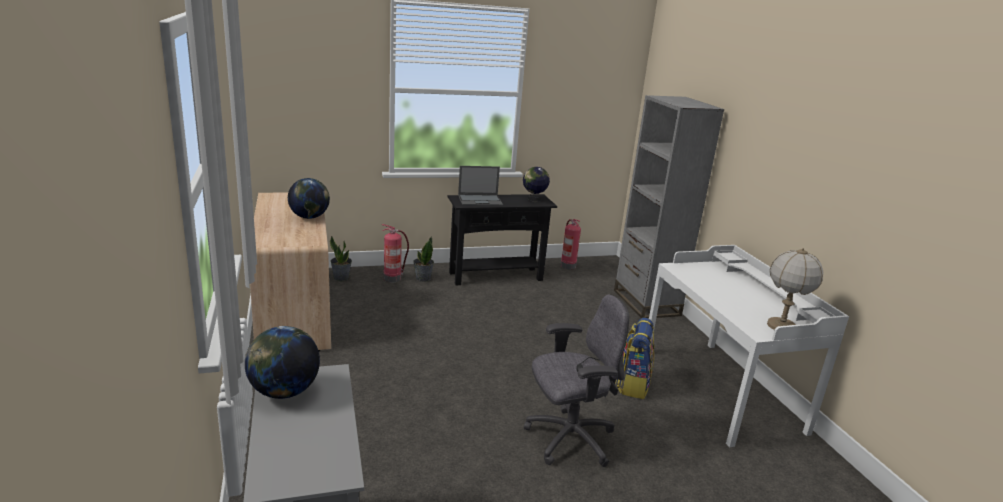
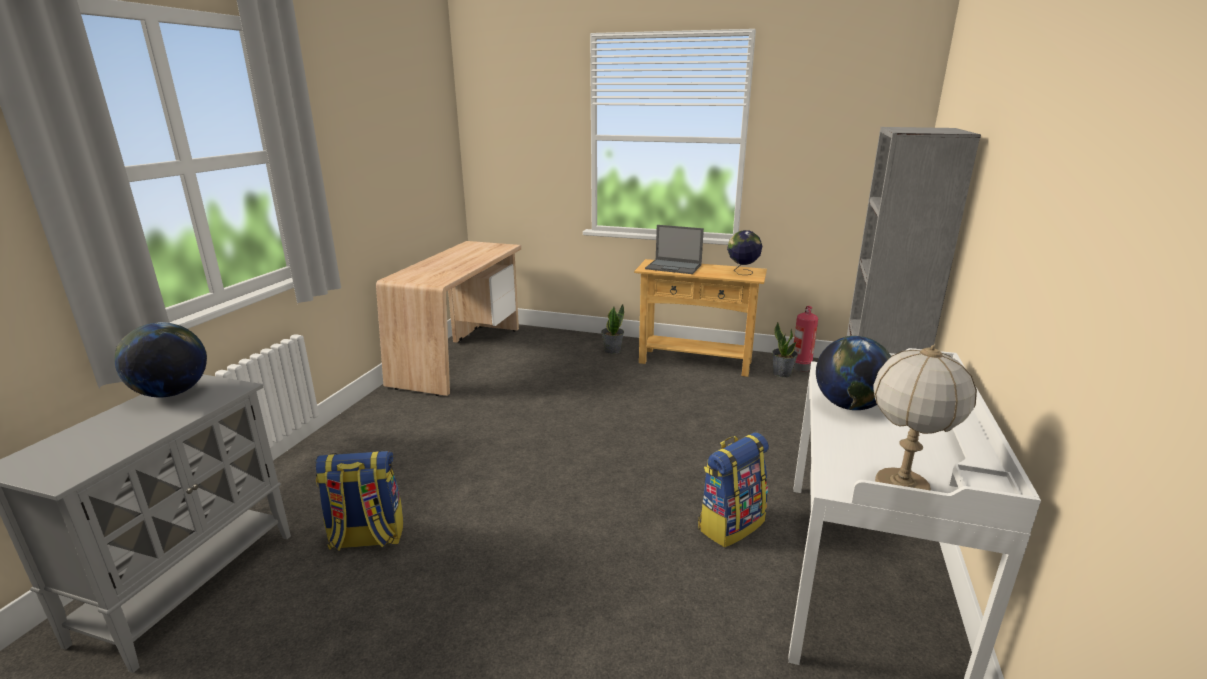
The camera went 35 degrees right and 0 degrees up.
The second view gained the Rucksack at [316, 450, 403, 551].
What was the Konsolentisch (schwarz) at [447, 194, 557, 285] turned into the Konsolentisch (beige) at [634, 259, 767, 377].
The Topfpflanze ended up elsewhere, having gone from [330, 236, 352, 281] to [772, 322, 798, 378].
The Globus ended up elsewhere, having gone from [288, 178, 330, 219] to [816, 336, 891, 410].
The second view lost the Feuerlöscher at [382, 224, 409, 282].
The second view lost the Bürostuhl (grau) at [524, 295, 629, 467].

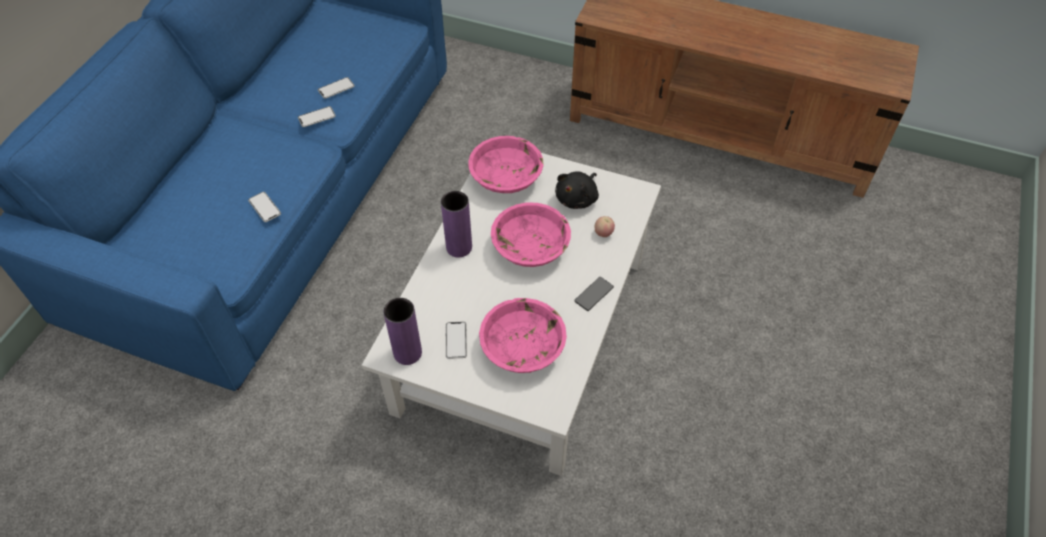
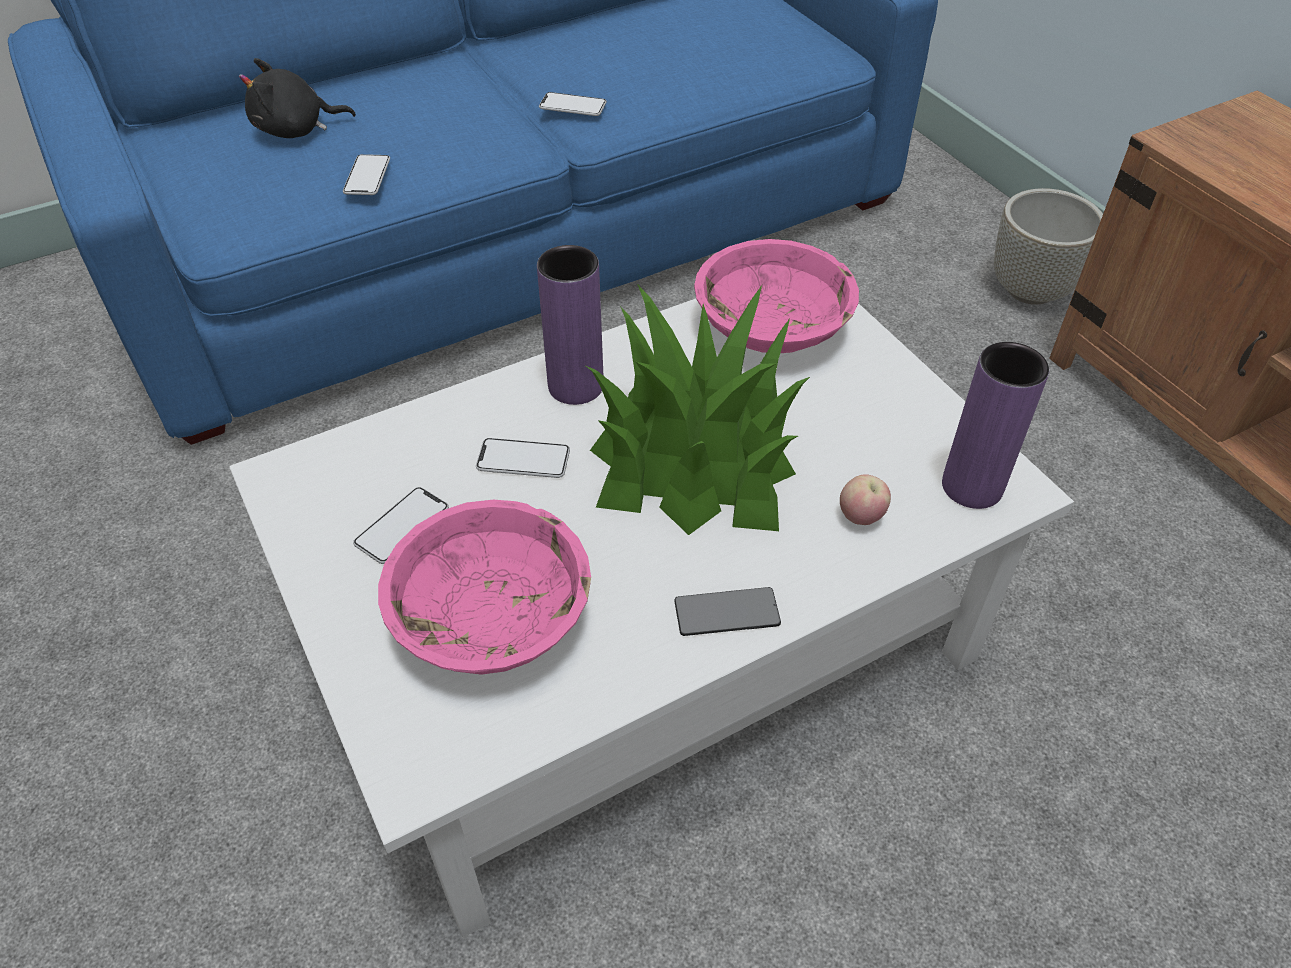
The camera went 40 degrees right and 5 degrees down.
The Plüschtier (schwarz) ended up elsewhere, having gone from [555, 171, 599, 209] to [239, 58, 356, 138].
The Handy ended up elsewhere, having gone from [318, 77, 355, 99] to [476, 438, 570, 478].
Where the Schüssel (rosa) stood at [491, 202, 571, 267], the Topfpflanze came to stand at [586, 284, 810, 535].
The Vase (lila) ended up elsewhere, having gone from [383, 298, 422, 365] to [942, 342, 1049, 509].
The second view gained the Pflanzkübel (grau) at [994, 188, 1103, 305].

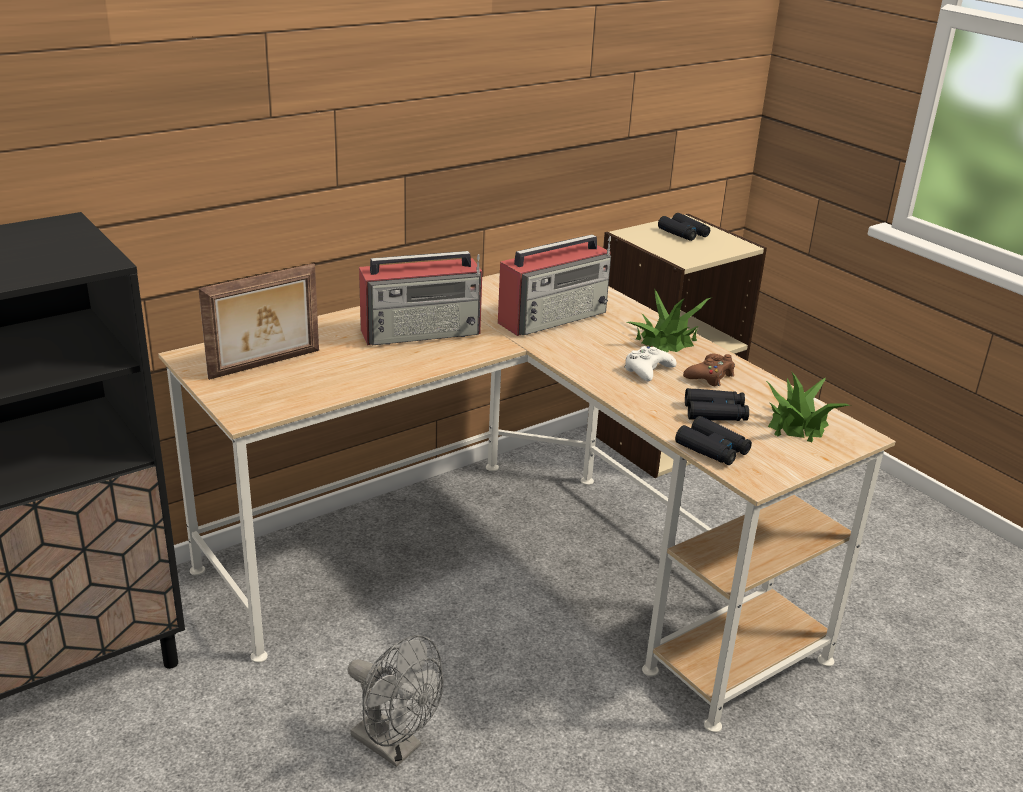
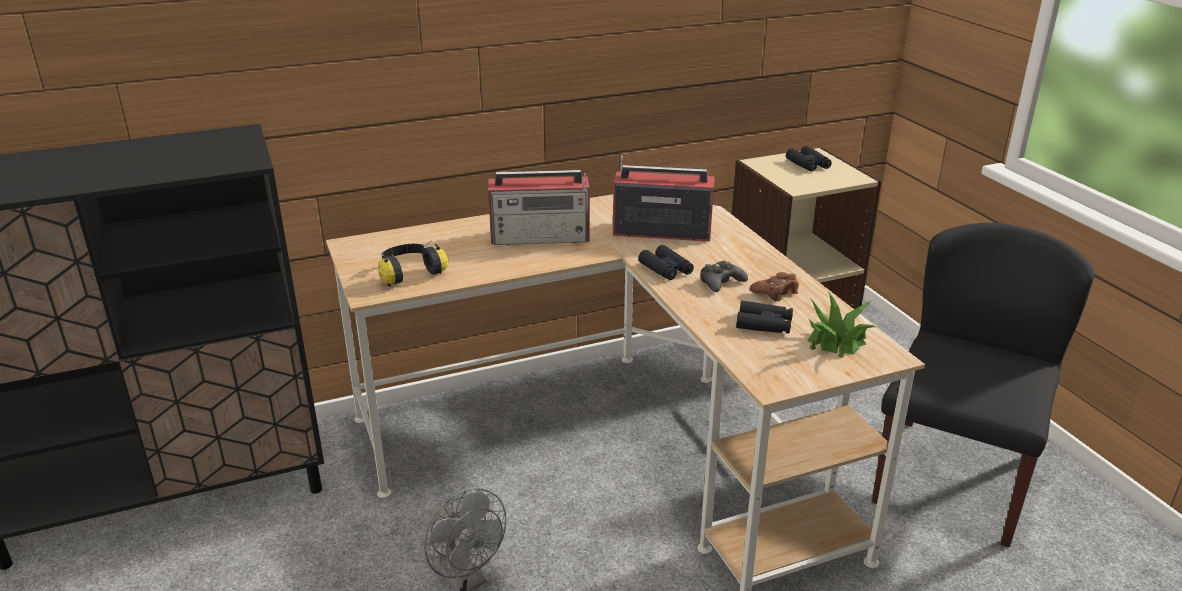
The camera went 15 degrees right and 0 degrees up.
The second view gained the Kopfhörer at [379, 241, 449, 287].
The Radio at [498, 234, 611, 336] ended up facing another way, 150 degrees counterclockwise from before.
The Fernglas (schwarz) ended up elsewhere, having gone from [675, 416, 752, 465] to [638, 245, 694, 280].
What was the Gamepad (weiß) at [625, 345, 676, 381] turned into the Gamepad (schwarz) at [700, 261, 748, 292].
The second view gained the Stuhl (schwarz) at [872, 223, 1095, 548].
The second view lost the Bilderrahmen at [198, 263, 319, 380].
The second view lost the Topfpflanze at [626, 290, 712, 352].

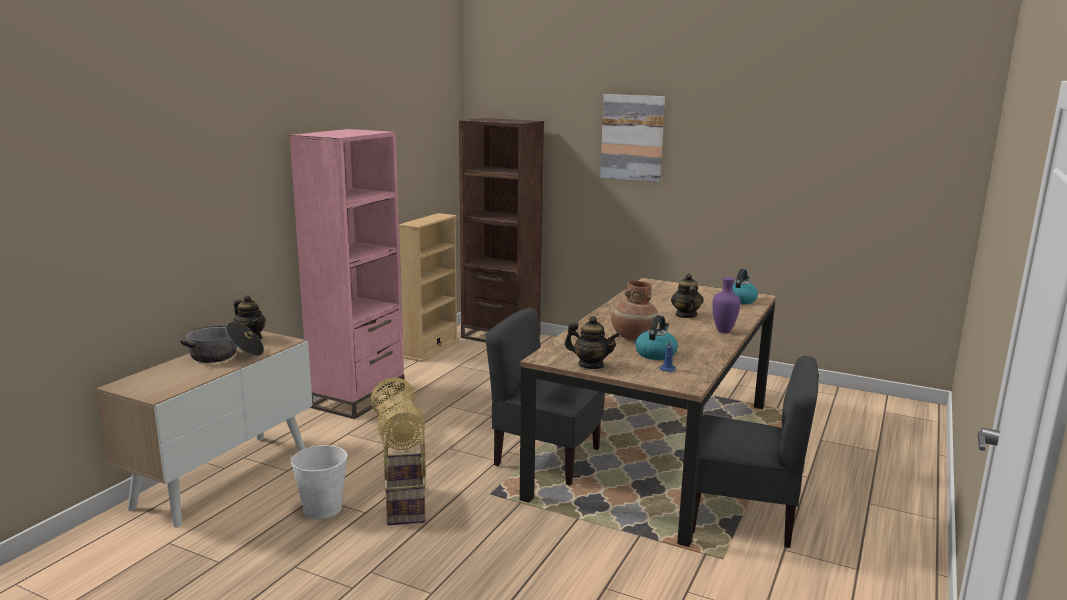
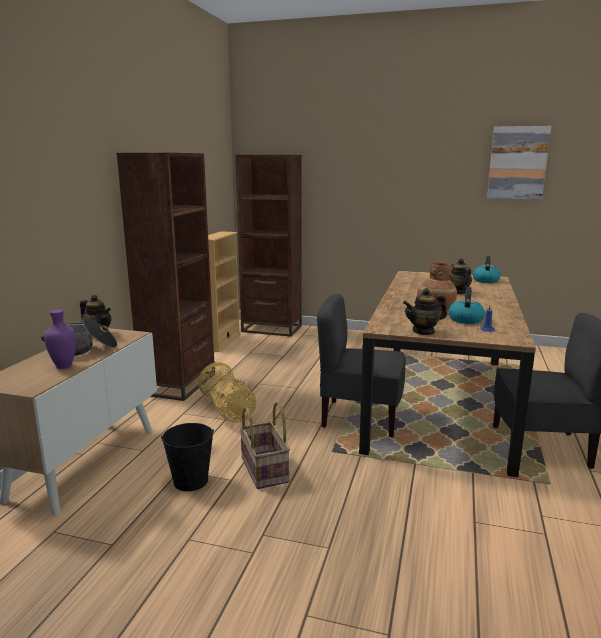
The camera went 10 degrees left and 0 degrees up.
The Vase (lila) ended up elsewhere, having gone from [712, 277, 741, 333] to [44, 310, 76, 369].
What was the Bücherregal (rosa) at [289, 129, 405, 419] turned into the Bücherregal (braun) at [116, 153, 215, 401].
What was the Eimer (weiß) at [290, 445, 348, 519] turned into the Eimer (schwarz) at [161, 423, 214, 491].
The Teekanne at [565, 316, 619, 369] ended up facing another way, 150 degrees clockwise from before.
The Bild ended up elsewhere, having gone from [600, 94, 665, 182] to [487, 126, 551, 200].

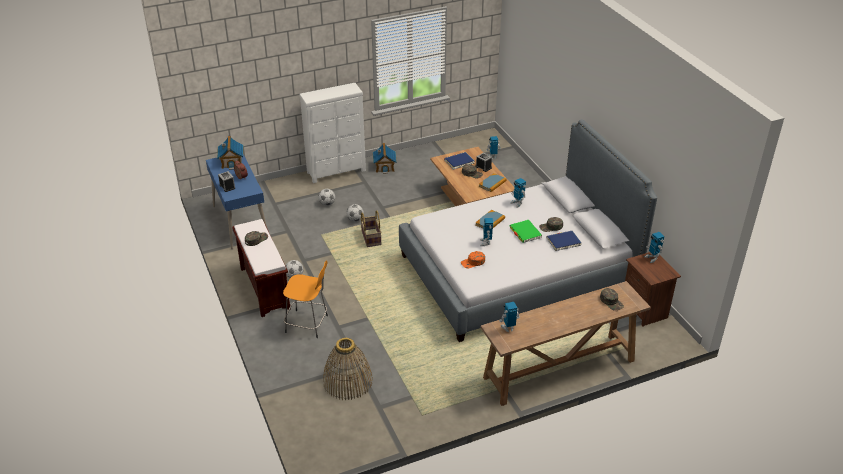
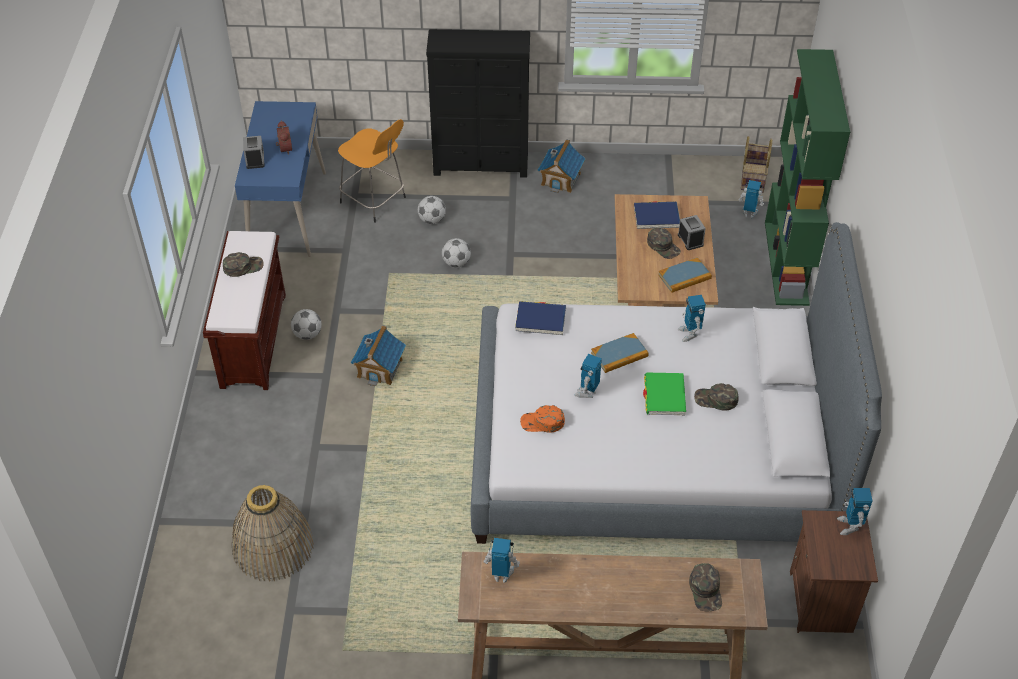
The camera went 25 degrees right and 10 degrees up.
The Hocker (orange) ended up elsewhere, having gone from [283, 260, 328, 338] to [338, 119, 406, 223].
The Spielzeughaus ended up elsewhere, having gone from [217, 136, 243, 170] to [351, 325, 406, 386].
What was the Kommode (weiß) at [299, 83, 366, 183] turned into the Kommode (schwarz) at [426, 29, 530, 178].
The Buch (blau) ended up elsewhere, having gone from [547, 231, 582, 251] to [515, 301, 566, 335].
The Korb ended up elsewhere, having gone from [360, 210, 381, 247] to [741, 136, 772, 193].
The second view gained the Bücherregal (grün) at [765, 49, 850, 306].

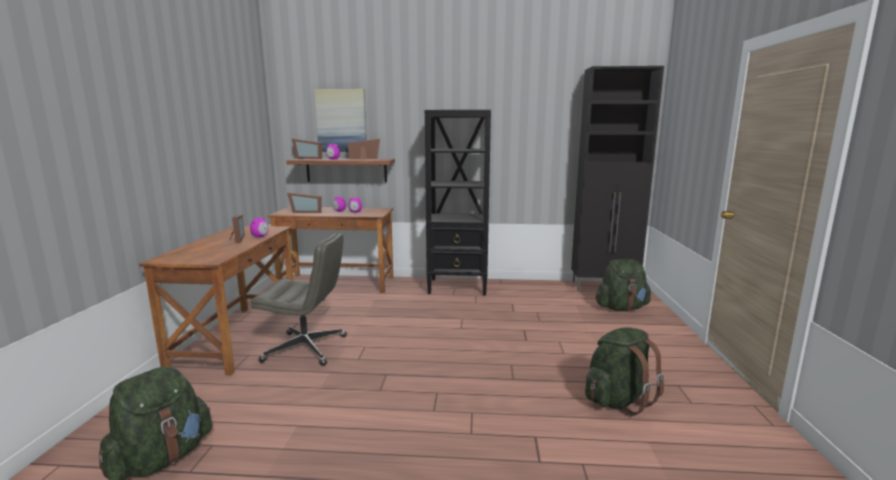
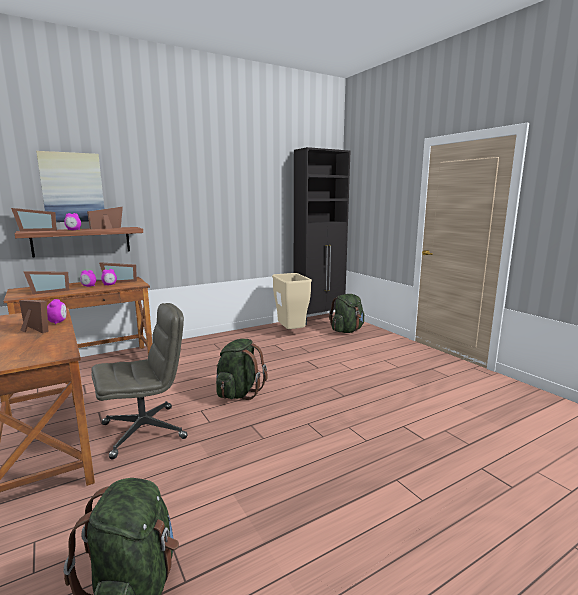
The camera went 35 degrees left and 0 degrees up.
The second view gained the Bilderrahmen at [99, 262, 137, 283].
The Rucksack (grün) ended up elsewhere, having gone from [585, 328, 665, 416] to [216, 339, 267, 400].
The second view gained the Mülleimer (beige) at [272, 273, 312, 329].
The second view lost the Bücherregal (schwarz) at [425, 110, 491, 295].

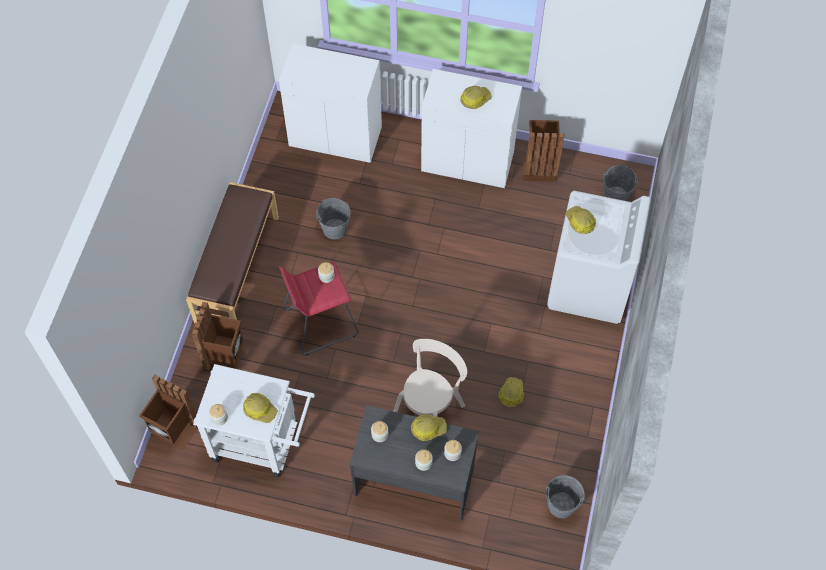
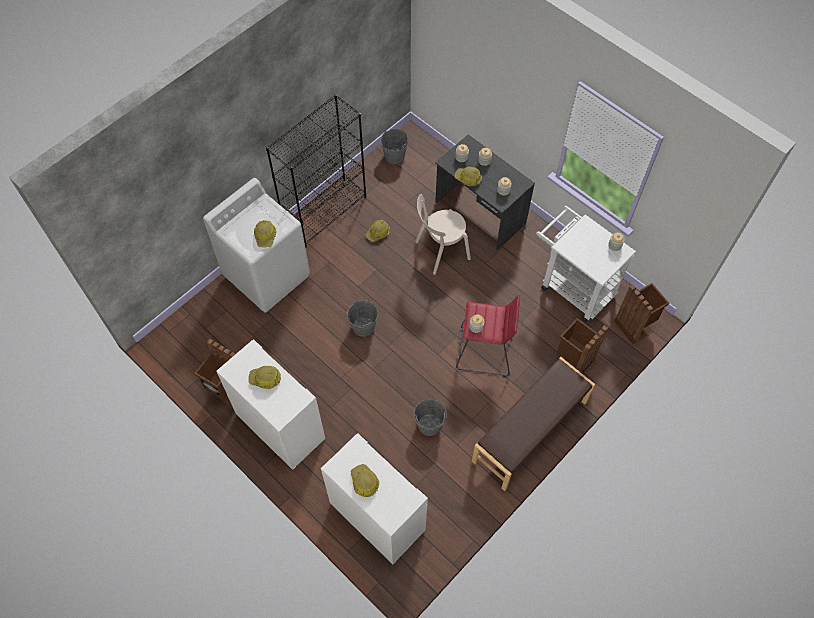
The camera went 150 degrees left and 0 degrees up.
The second view gained the Bücherregal (schwarz) at [266, 94, 366, 248].
The Eimer (grau) ended up elsewhere, having gone from [604, 165, 638, 201] to [347, 300, 378, 337].
The Schutzhelm ended up elsewhere, having gone from [243, 393, 278, 423] to [351, 464, 379, 497].

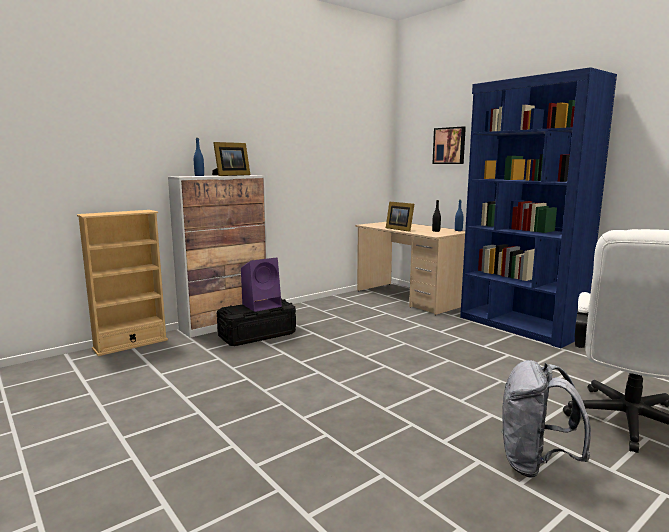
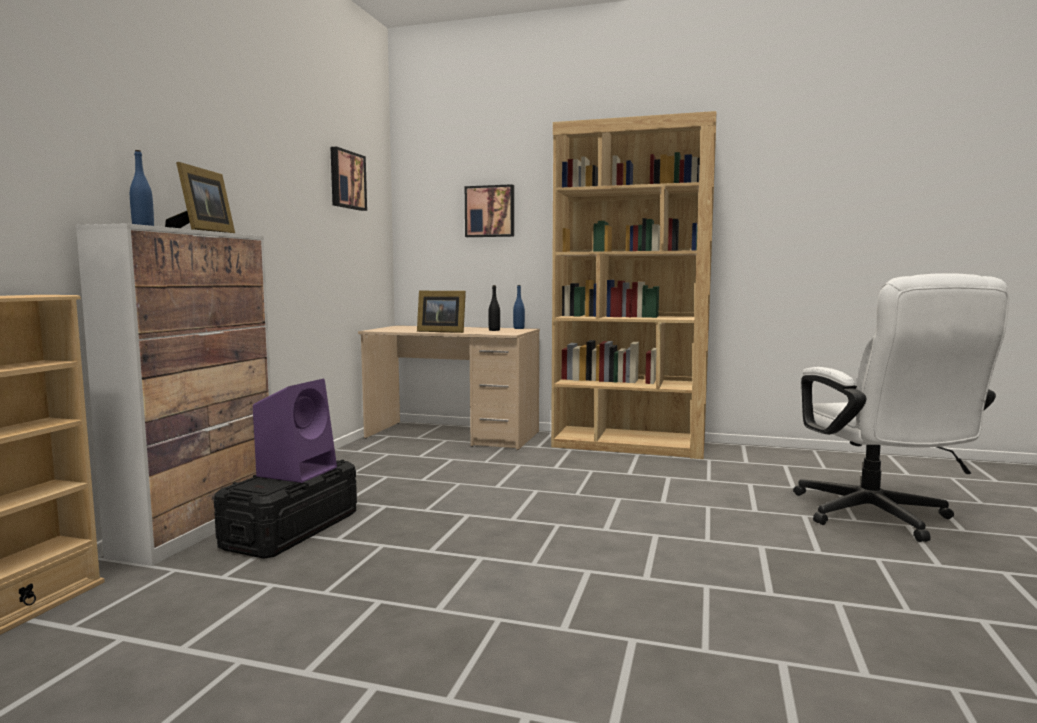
The camera went 35 degrees left and 5 degrees down.
The second view gained the Bild at [330, 147, 367, 211].
What was the Bücherregal (blau) at [460, 67, 617, 348] turned into the Bücherregal (braun) at [551, 111, 716, 459].
The second view lost the Rucksack (grau) at [501, 360, 591, 478].

